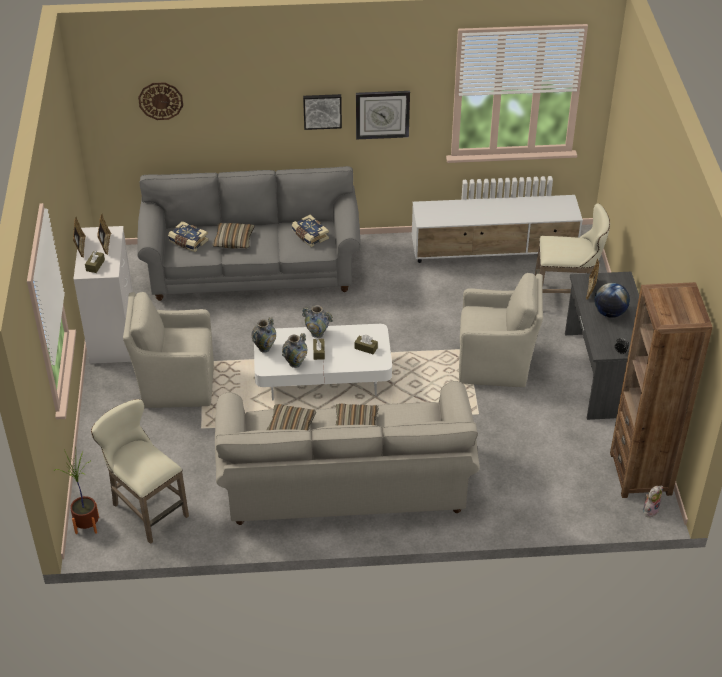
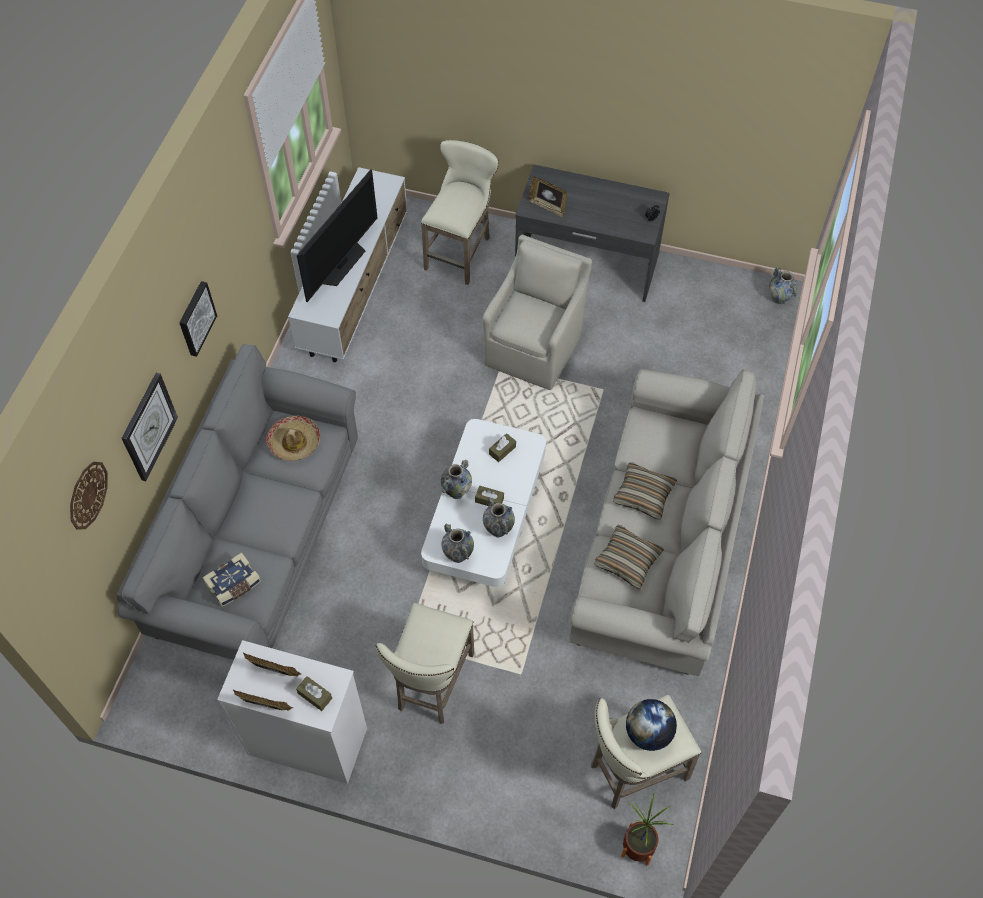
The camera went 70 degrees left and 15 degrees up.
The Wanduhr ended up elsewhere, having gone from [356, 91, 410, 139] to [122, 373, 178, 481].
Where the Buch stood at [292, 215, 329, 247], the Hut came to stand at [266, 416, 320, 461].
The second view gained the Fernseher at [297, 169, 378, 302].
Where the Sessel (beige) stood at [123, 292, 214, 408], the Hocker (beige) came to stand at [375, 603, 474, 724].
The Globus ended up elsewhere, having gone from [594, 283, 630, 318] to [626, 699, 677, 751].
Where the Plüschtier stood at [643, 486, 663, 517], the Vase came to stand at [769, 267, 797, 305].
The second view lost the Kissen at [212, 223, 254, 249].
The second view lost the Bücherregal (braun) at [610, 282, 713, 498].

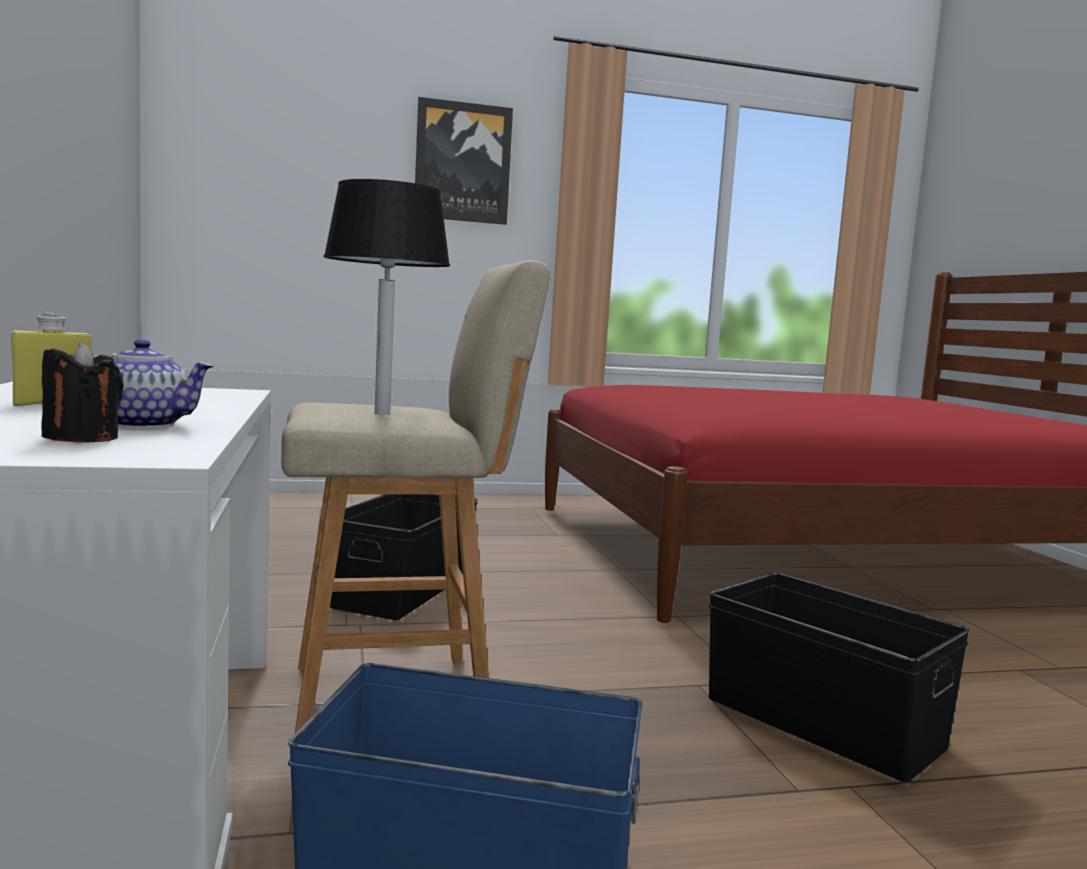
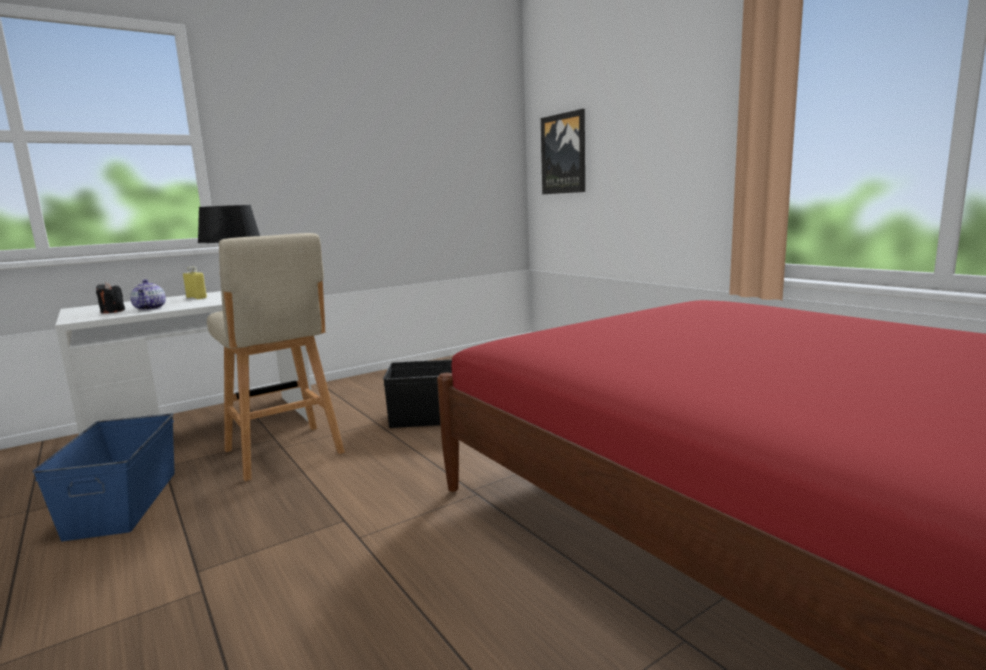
The camera went 70 degrees right and 5 degrees up.
The Bild ended up elsewhere, having gone from [415, 97, 513, 225] to [541, 109, 585, 194].
The second view lost the Aufbewahrungsbox (schwarz) at [709, 572, 970, 783].

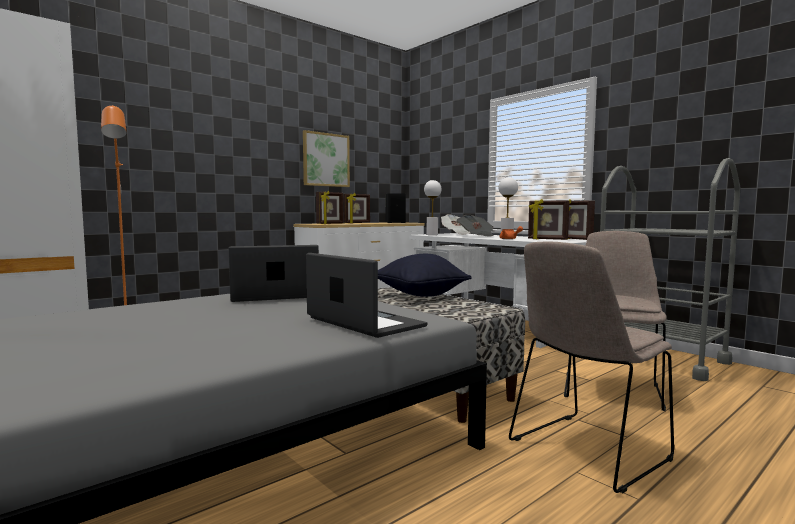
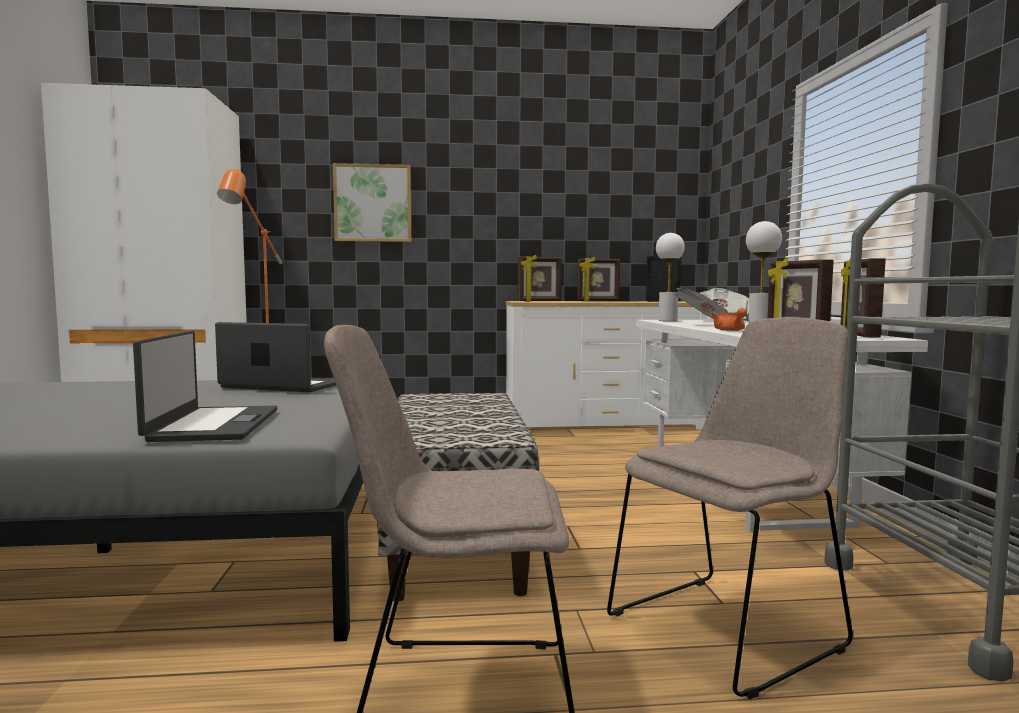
The camera went 35 degrees right and 0 degrees up.
The Bild ended up elsewhere, having gone from [303, 130, 350, 187] to [333, 163, 411, 242].
The second view lost the Kissen (schwarz) at [378, 254, 472, 297].

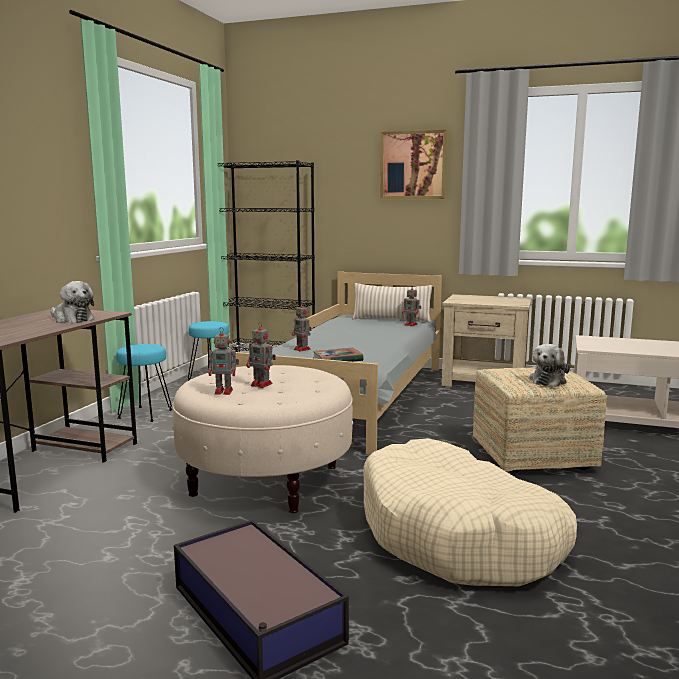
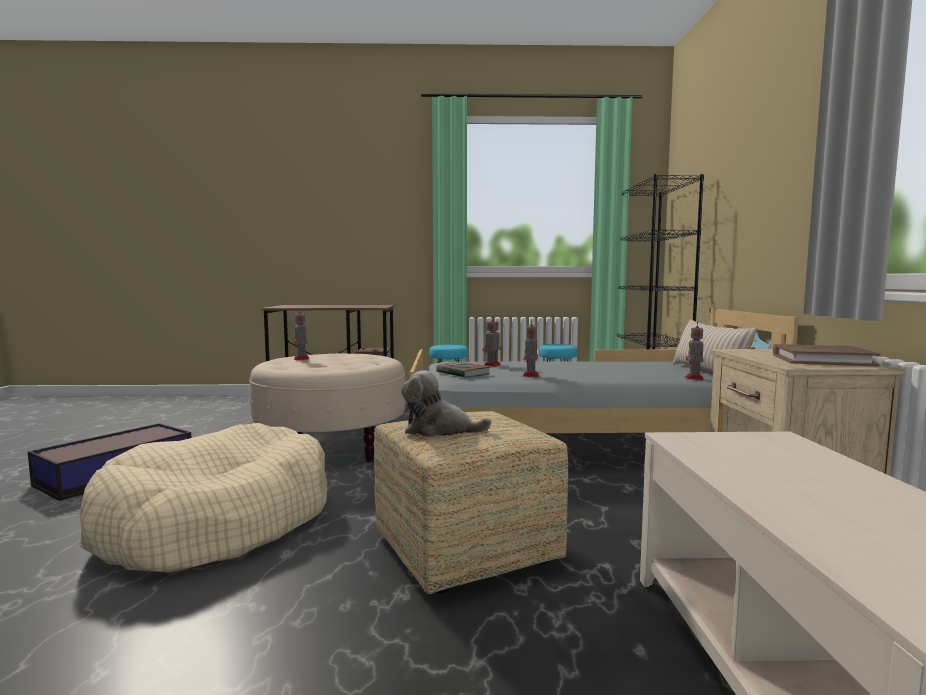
The camera went 70 degrees right and 5 degrees down.
The Spielzeugroboter ended up elsewhere, having gone from [246, 322, 276, 388] to [523, 324, 539, 377].
The second view gained the Buch (braun) at [773, 344, 881, 367].
The second view lost the Plüschtier at [51, 281, 94, 323].
The second view lost the Bild at [380, 130, 447, 199].

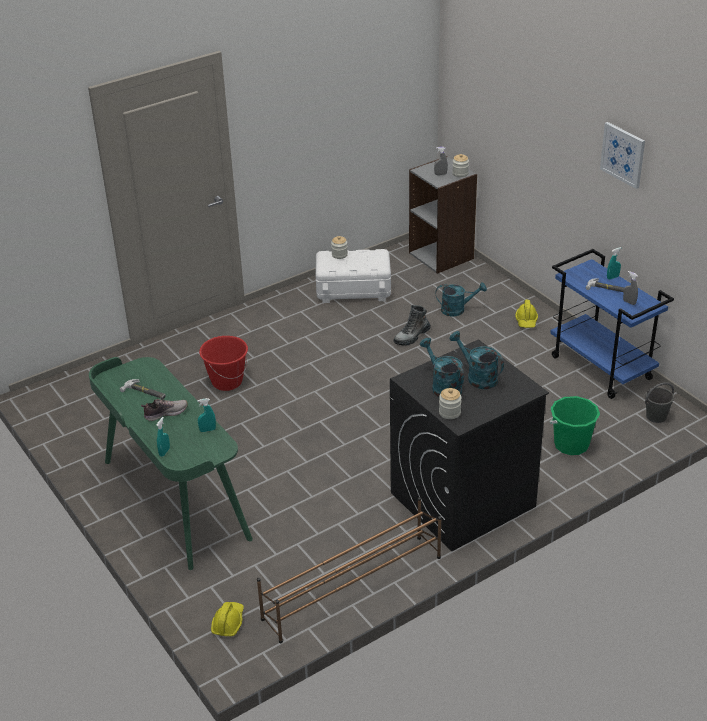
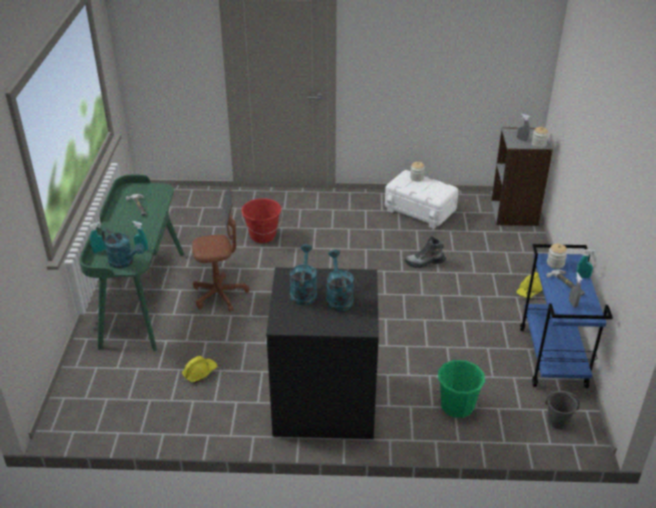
The camera went 35 degrees right and 0 degrees up.
The Gießkanne (türkis) ended up elsewhere, having gone from [436, 282, 487, 316] to [102, 229, 145, 269].
The Schutzhelm (gelb) ended up elsewhere, having gone from [211, 602, 244, 636] to [182, 356, 218, 383].
The second view gained the Bürostuhl (braun) at [192, 188, 249, 312].
The Vorratsglas ended up elsewhere, having gone from [439, 388, 462, 419] to [547, 244, 567, 269].
The second view lost the Schuh at [141, 399, 188, 421].
The second view lost the Schuhregal (braun) at [257, 497, 442, 643].
The second view lost the Bild at [600, 122, 645, 189].

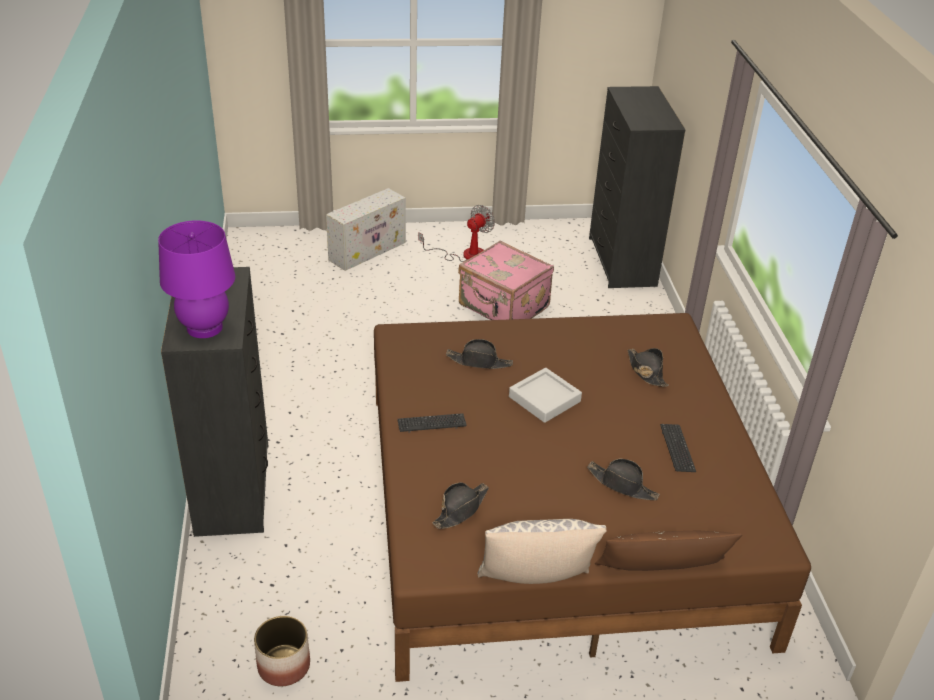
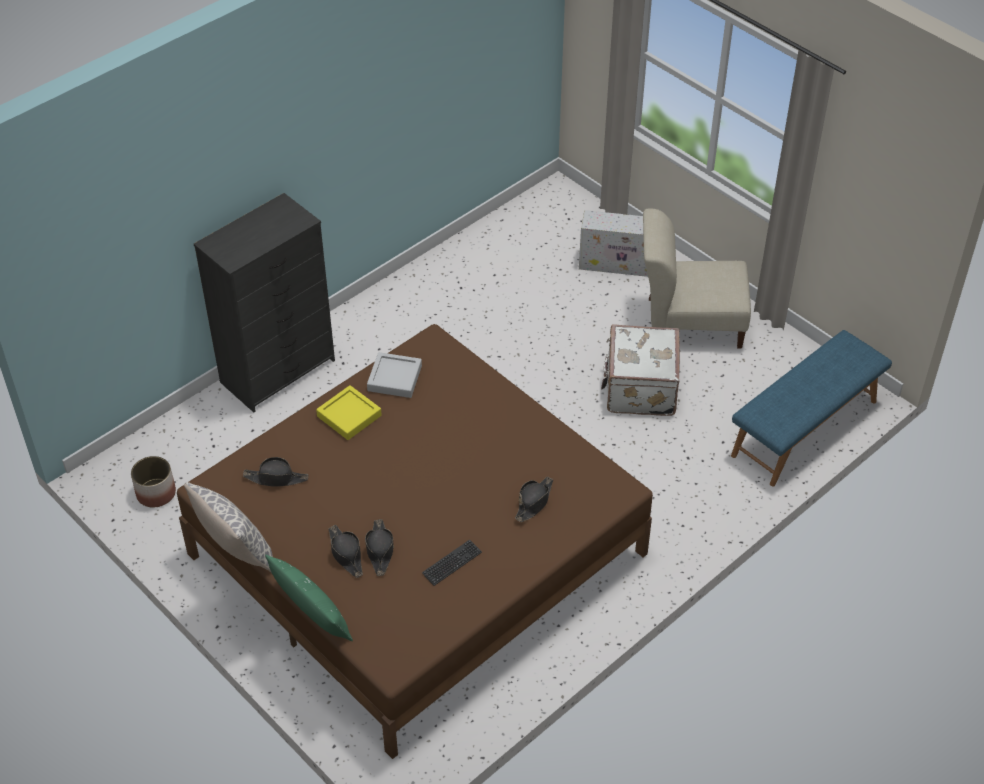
The camera went 55 degrees right and 10 degrees up.
What was the Kissen (braun) at [595, 531, 743, 571] turned into the Kissen (grün) at [265, 555, 353, 641].
Where the Tastatur stood at [397, 413, 467, 433], the Tablett (gelb) came to stand at [316, 385, 382, 440].
The Hut (schwarz) ended up elsewhere, having gone from [446, 339, 513, 369] to [328, 525, 363, 578].
The Tablett (grau) ended up elsewhere, having gone from [509, 368, 582, 423] to [367, 352, 422, 398].
What was the Koffer (rosa) at [458, 240, 554, 320] turned into the Koffer (weiß) at [601, 324, 680, 416].
Where the Ventilator stood at [418, 205, 495, 262], the Stuhl (beige) came to stand at [643, 209, 751, 349].
Where the Kommode (schwarz) stood at [589, 86, 685, 288], the Bank (blau) came to stand at [731, 330, 892, 486].
The second view lost the Tischlampe (lila) at [158, 220, 235, 338].

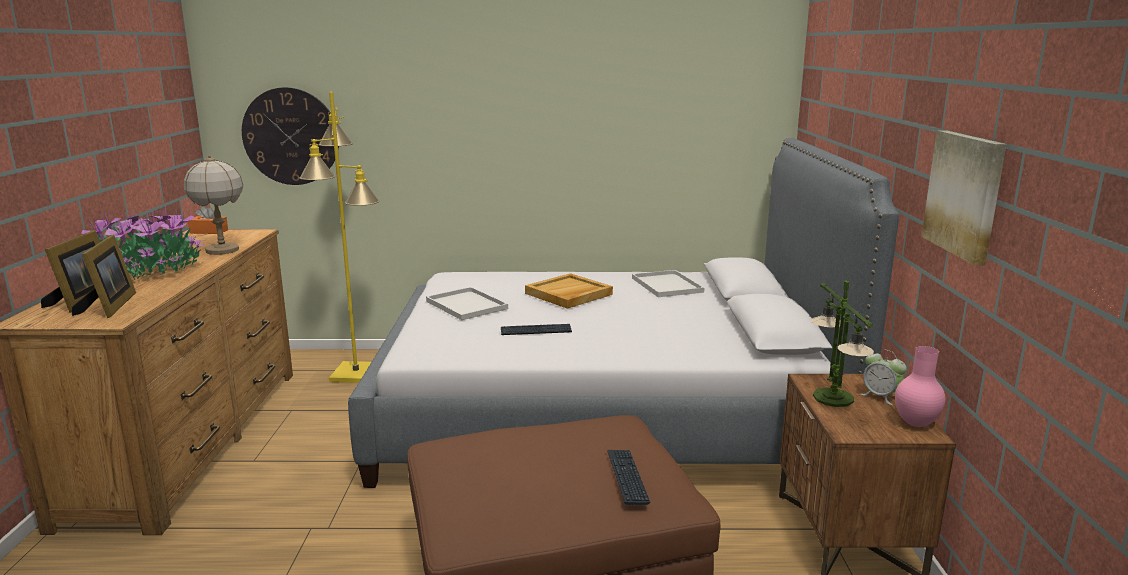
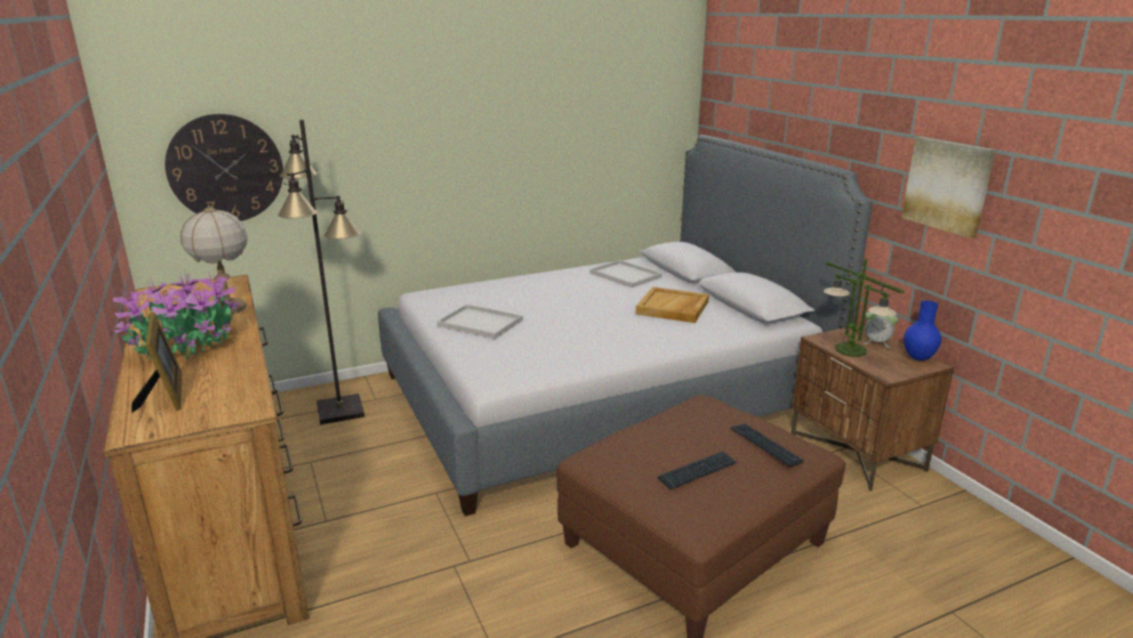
The camera went 25 degrees left and 5 degrees up.
What was the Stehlampe (gelb) at [299, 92, 380, 383] turned into the Stehlampe (schwarz) at [278, 120, 365, 425].
The Tablett (beige) ended up elsewhere, having gone from [525, 273, 613, 309] to [636, 287, 709, 323].
The Tastatur ended up elsewhere, having gone from [501, 324, 572, 335] to [658, 451, 737, 489].
What was the Vase (rosa) at [895, 346, 946, 427] turned into the Vase (blau) at [904, 301, 941, 361].
The second view lost the Bilderrahmen at [72, 235, 136, 318].
The second view lost the Taschentuchbox (orange) at [188, 206, 228, 234].

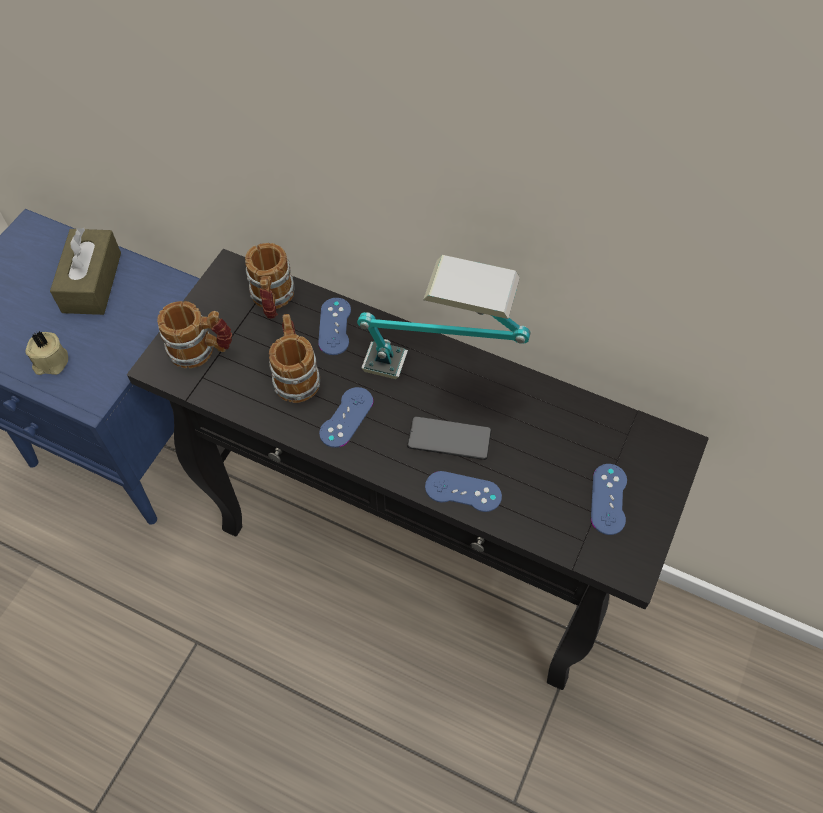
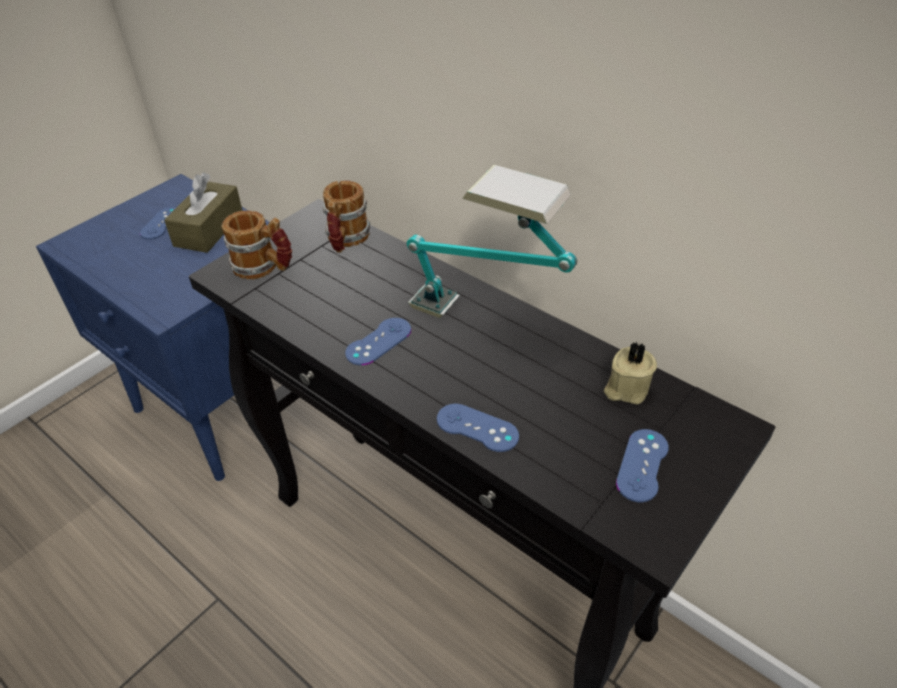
The camera went 15 degrees right and 15 degrees down.
The Gamepad (blau) ended up elsewhere, having gone from [318, 298, 351, 355] to [140, 207, 176, 240].
The Kerze (beige) ended up elsewhere, having gone from [26, 331, 68, 375] to [603, 342, 657, 405].
The second view lost the Henkelbecher at [269, 314, 320, 403].
The second view lost the Handy at [407, 416, 492, 460].

